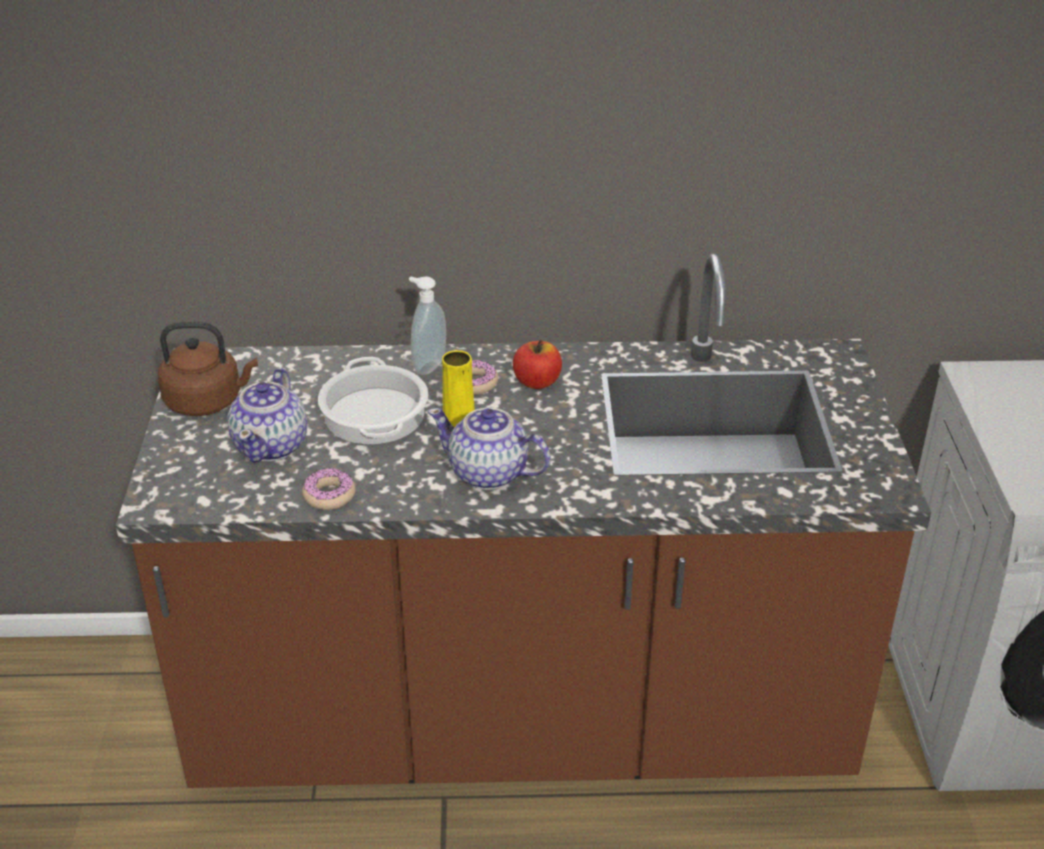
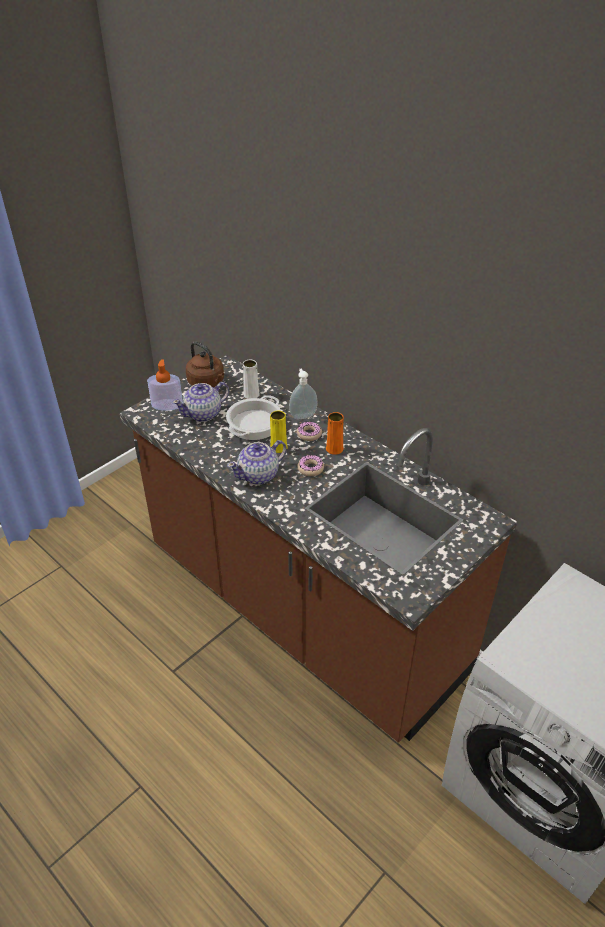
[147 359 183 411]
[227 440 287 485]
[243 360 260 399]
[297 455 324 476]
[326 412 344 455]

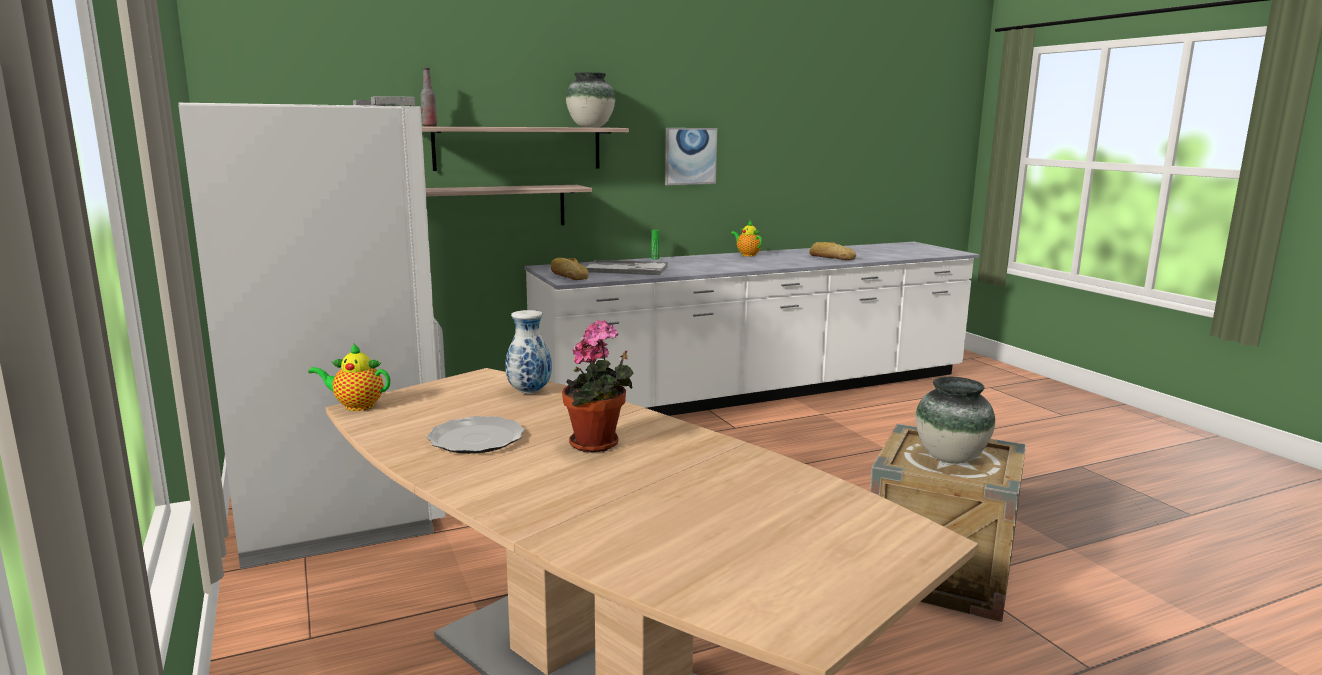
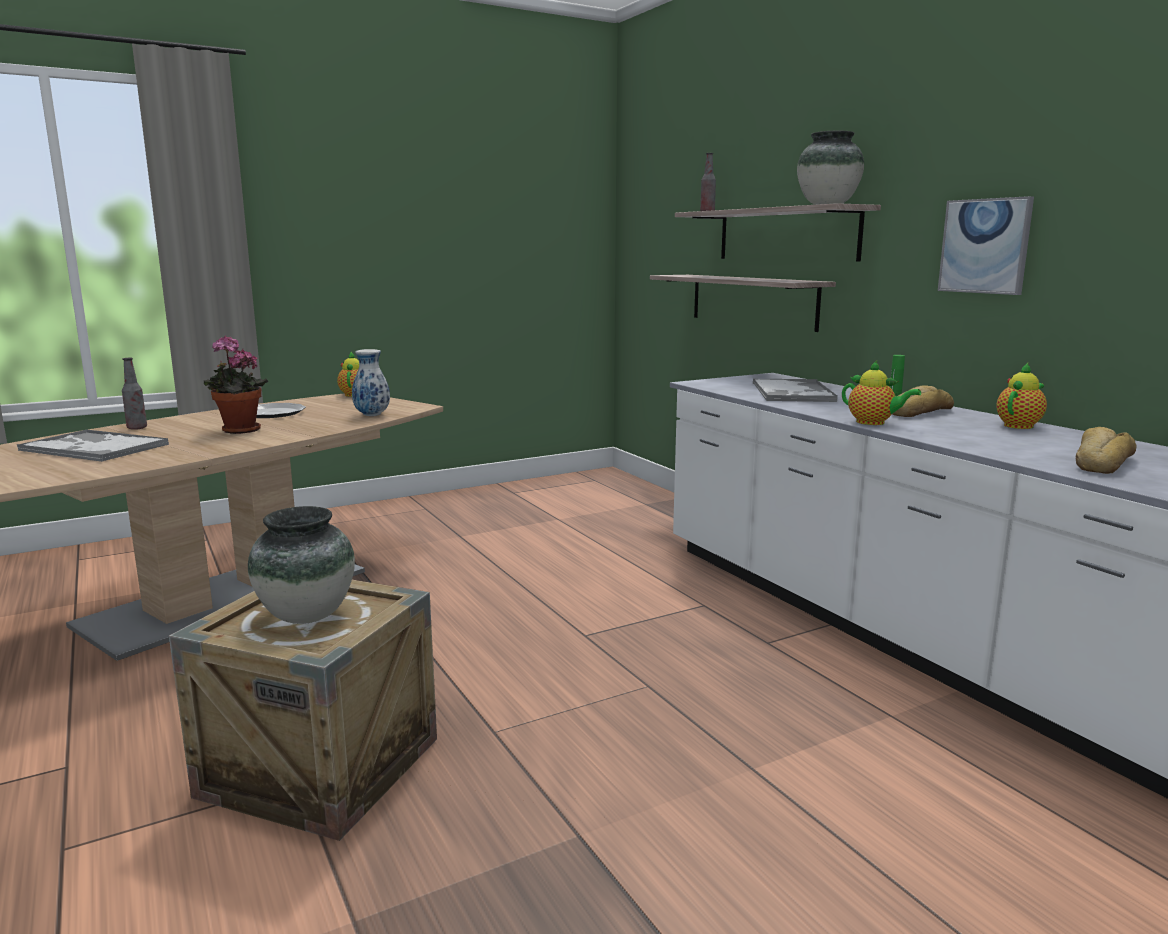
[17 429 169 462]
[122 358 147 430]
[842 361 921 425]
[893 385 954 417]
[178 96 446 569] (first image)

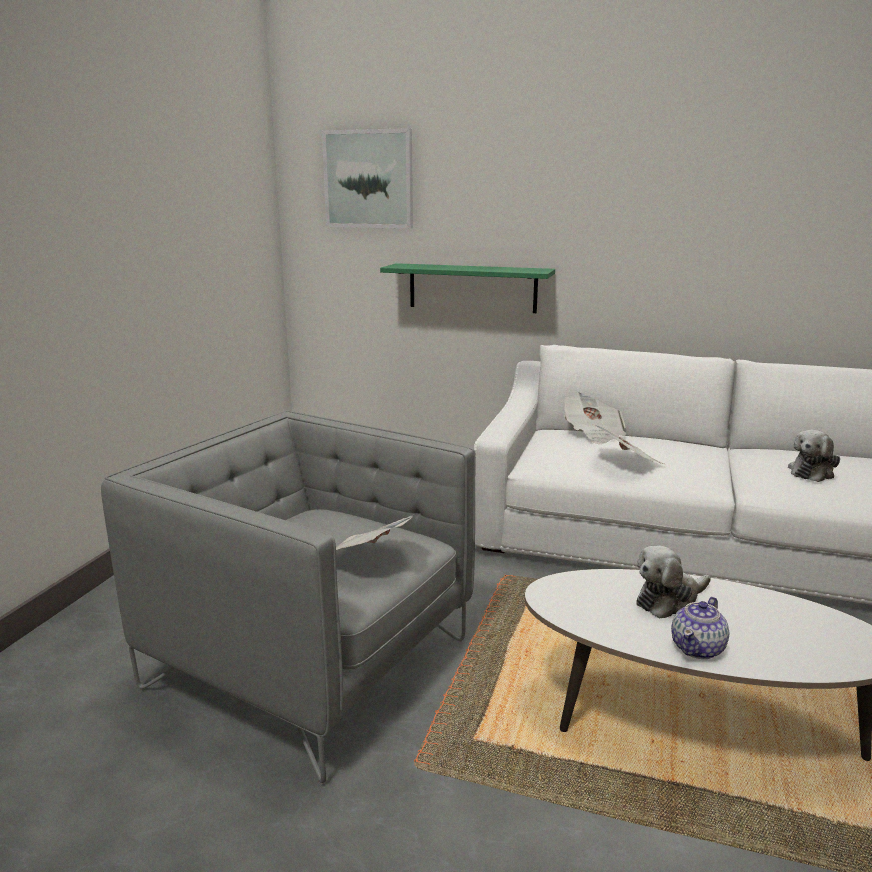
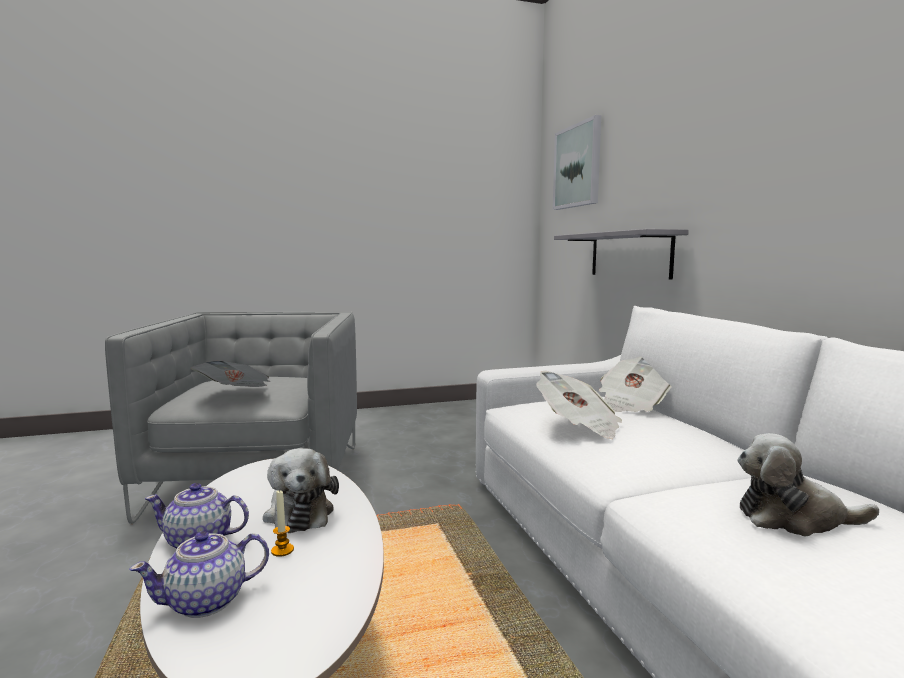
[129 531 269 618]
[263 448 339 533]
[271 489 294 557]
[554 229 689 280]

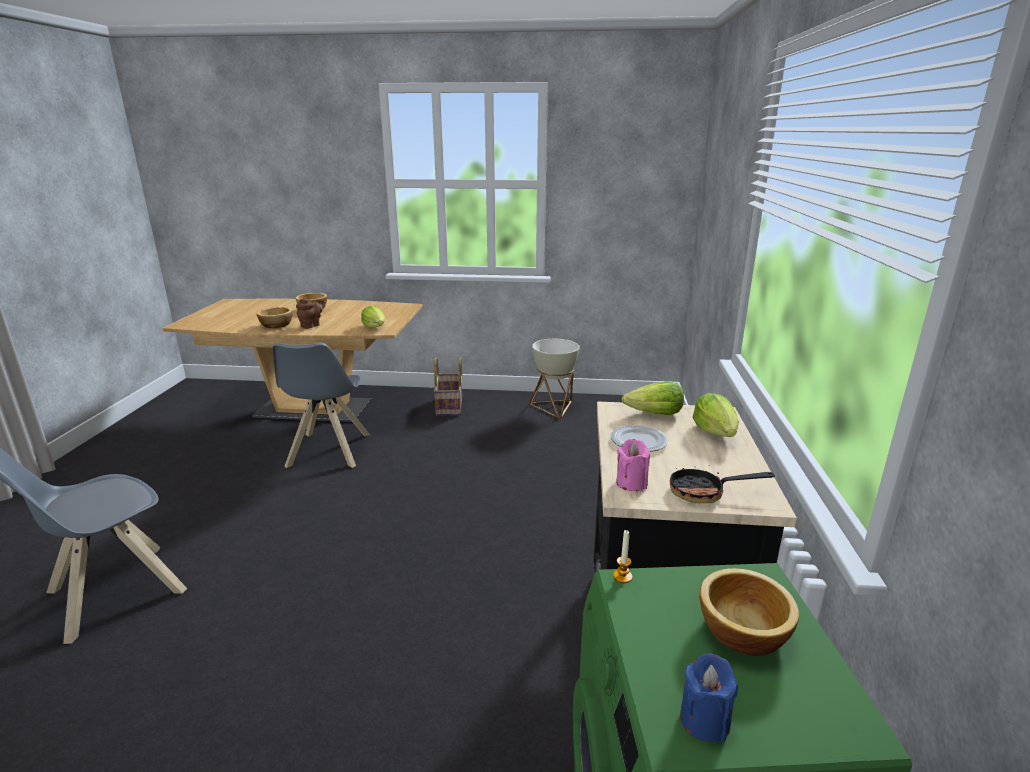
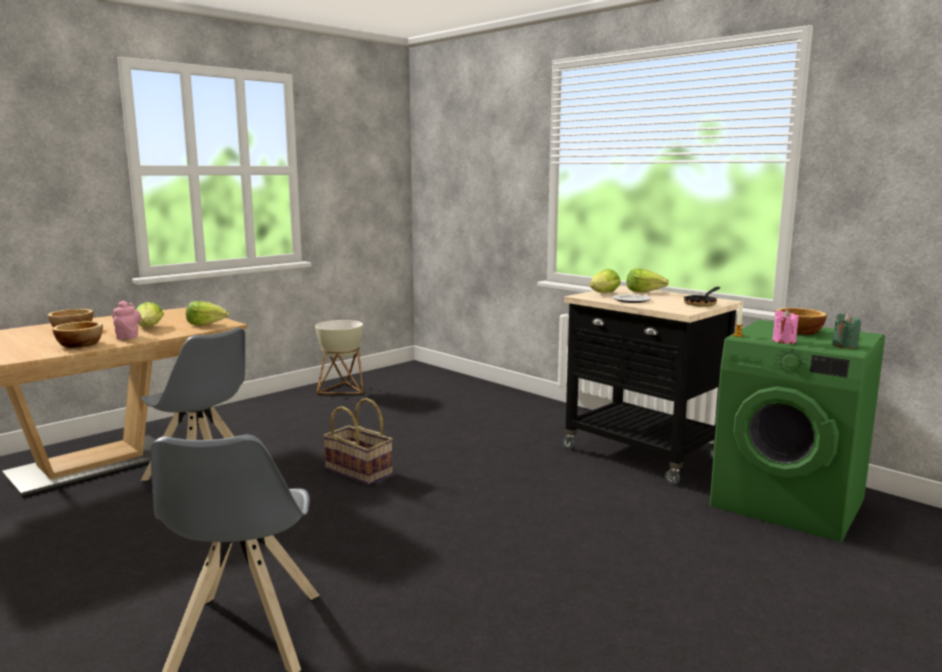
[113 301 141 340]
[136 302 164 327]
[323 398 393 485]
[772 309 799 344]
[832 313 861 348]

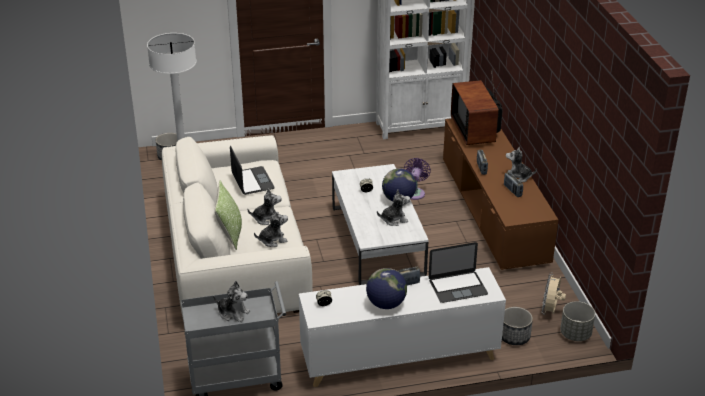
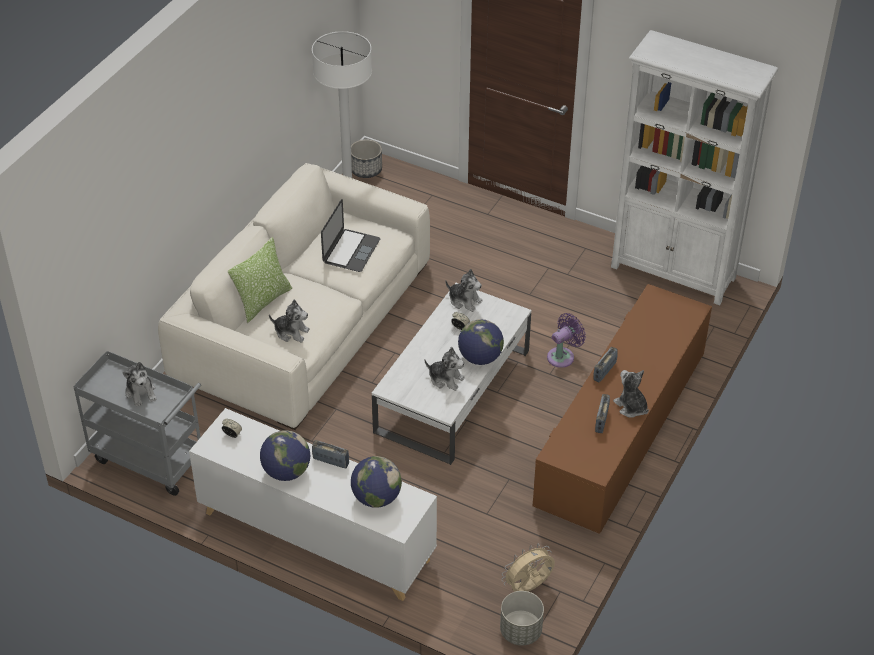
[351 456 402 508]
[445 269 483 312]
[451 71 503 145] (first image)
[502 307 533 345] (first image)

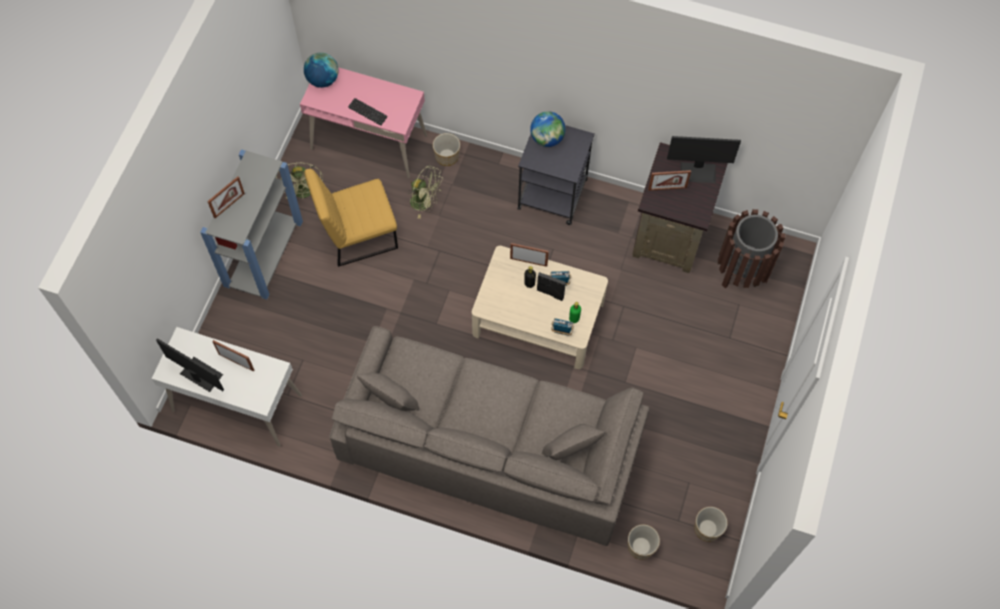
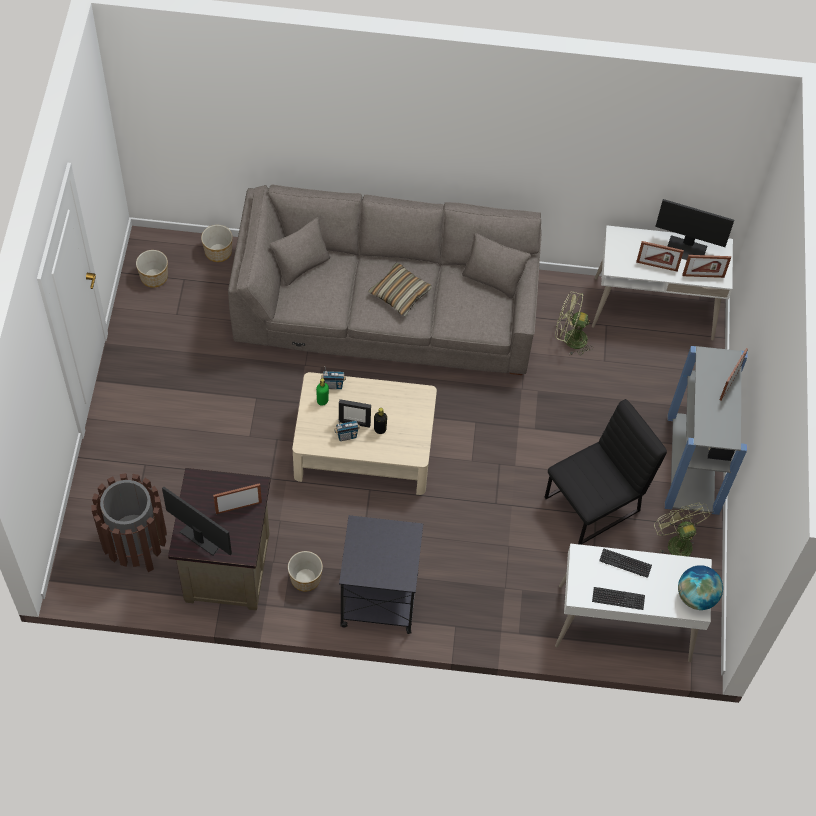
[162 486 232 556]
[288 551 323 592]
[368 263 432 316]
[544 399 667 545]
[555 291 593 356]
[555 543 712 662]
[592 587 645 610]
[682 255 731 278]
[530 111 566 147] (first image)

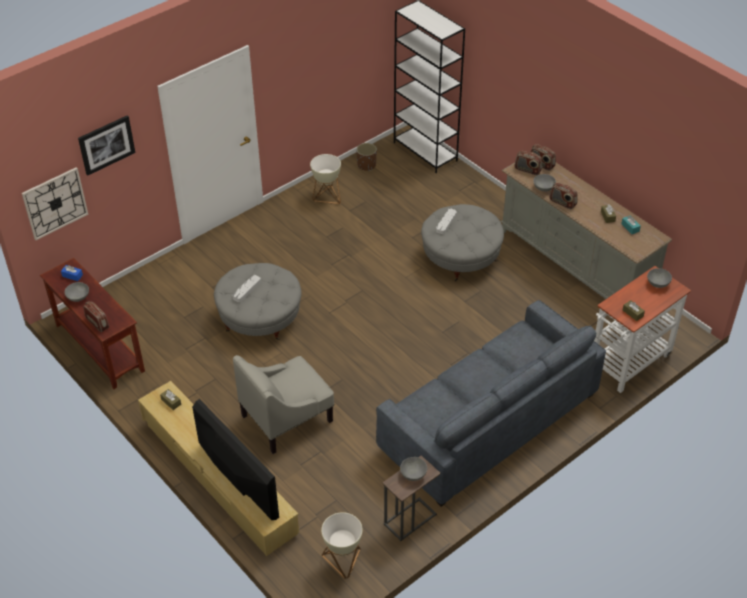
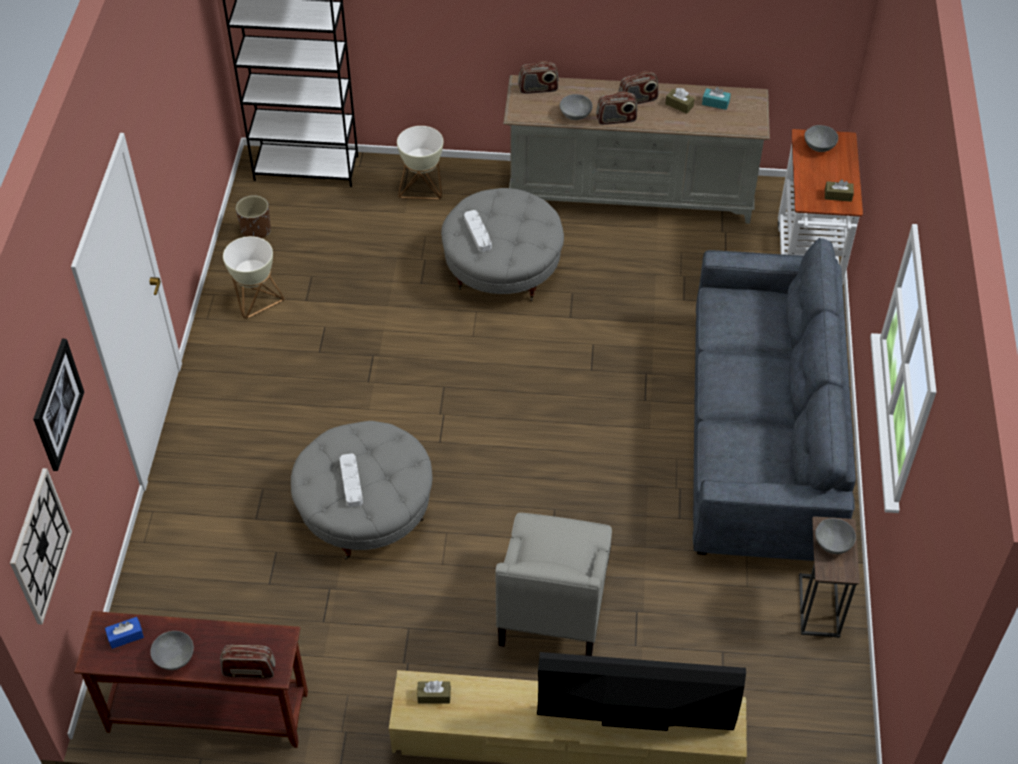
[397 126 444 199]
[618 72 658 104]

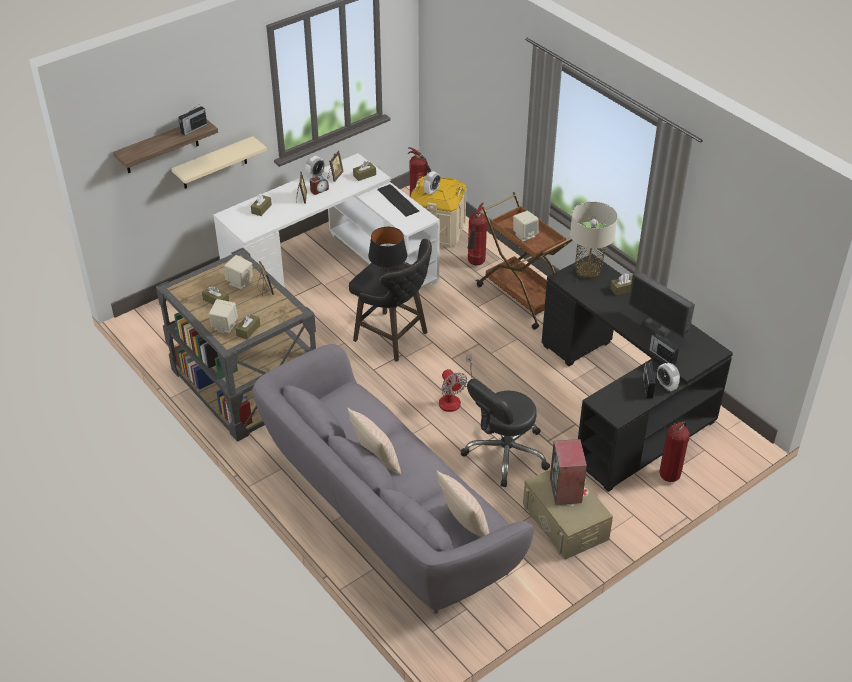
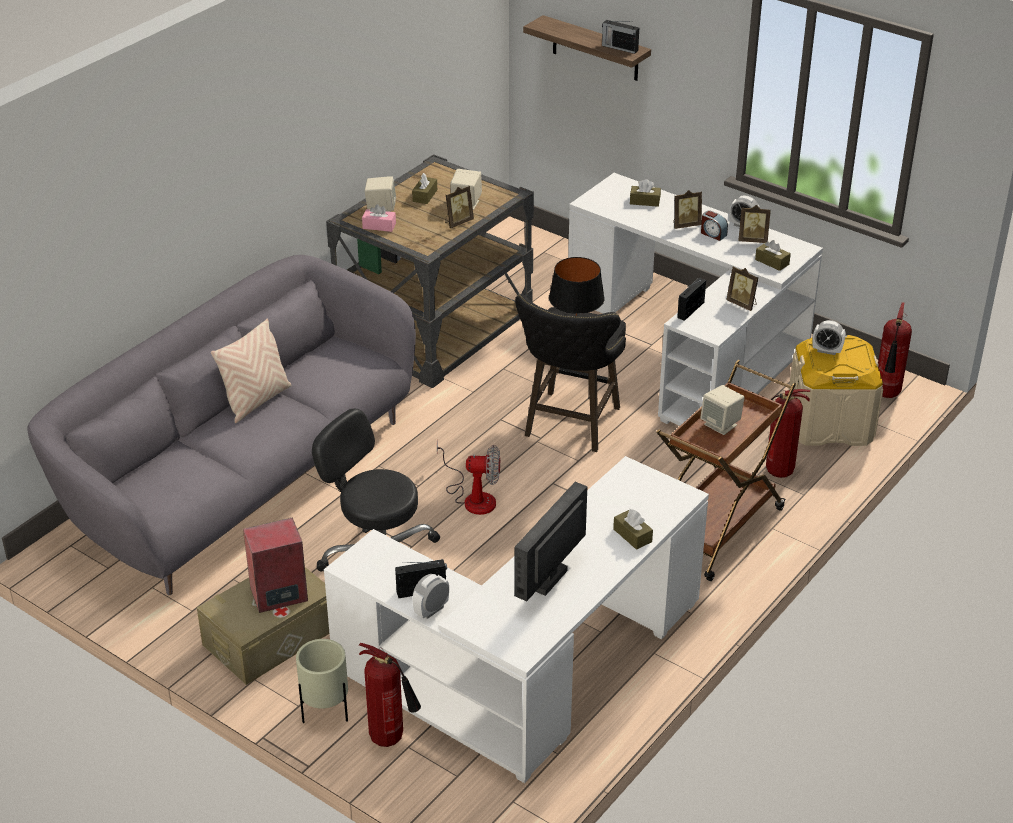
[296 639 348 723]
[324 456 709 783]
[362 204 396 232]
[437 440 500 515]
[677 278 706 321]
[726 266 759 311]
[171 136 267 189] (first image)
[437 470 489 537] (first image)
[570 201 618 280] (first image)

